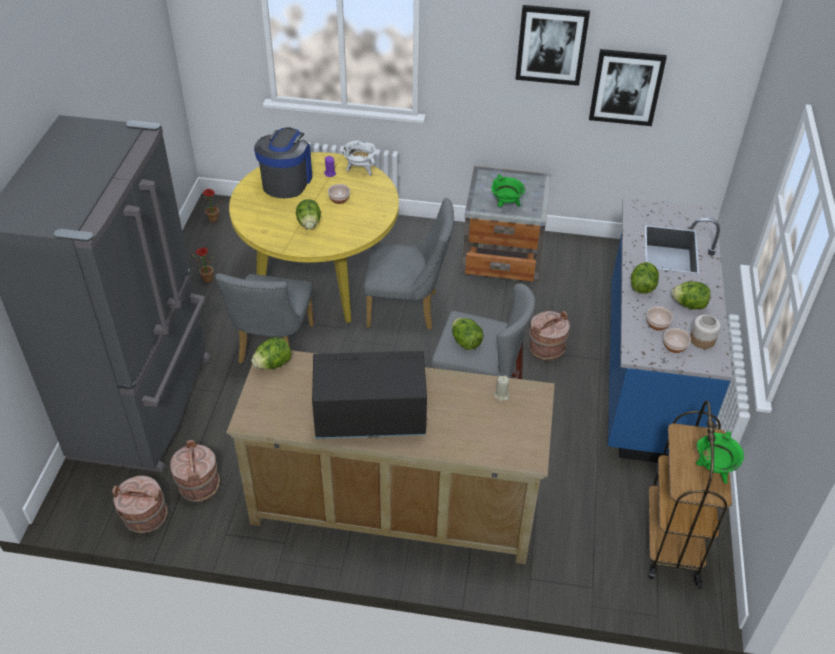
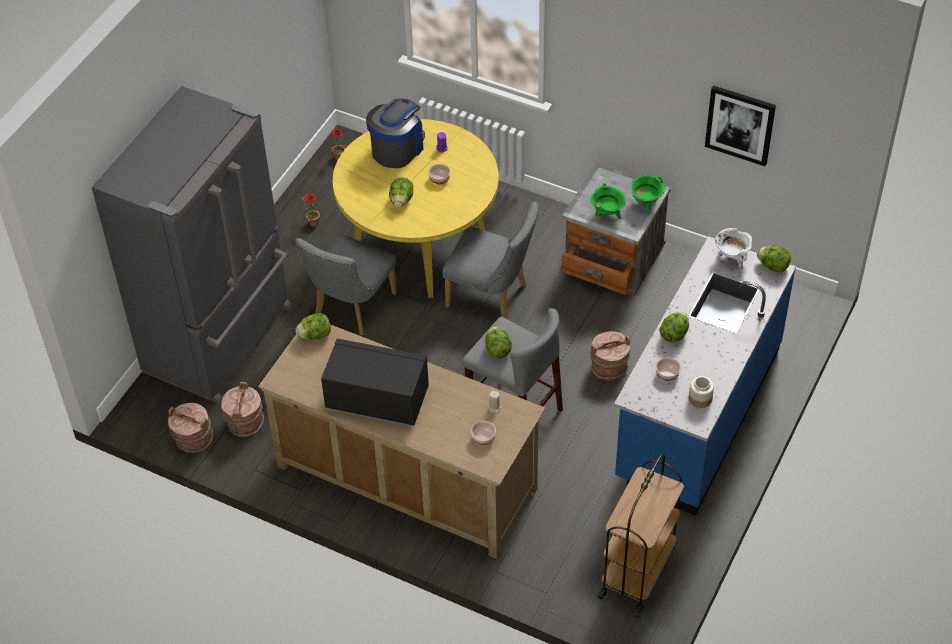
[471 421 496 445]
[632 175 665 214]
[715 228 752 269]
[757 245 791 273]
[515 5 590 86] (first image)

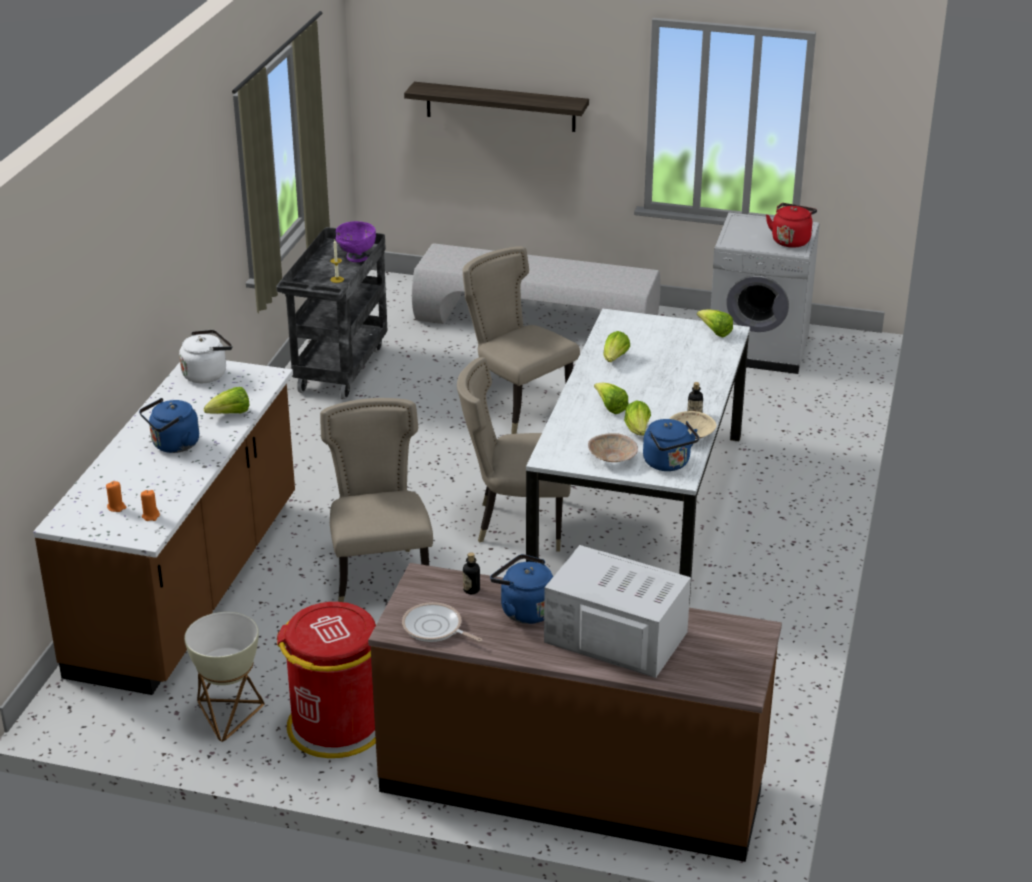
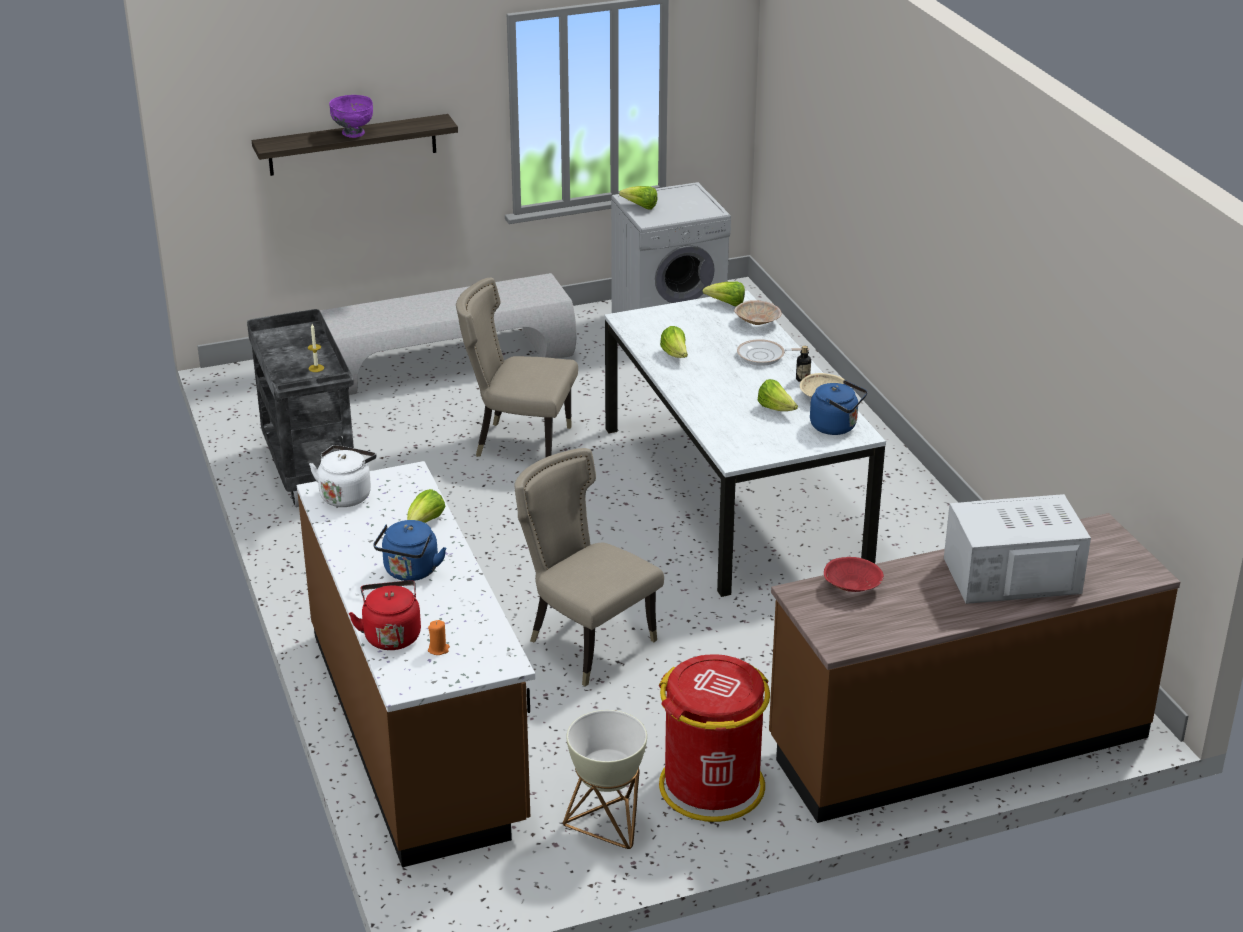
[329 95 373 138]
[349 580 421 650]
[619 186 657 210]
[734 300 781 325]
[737 339 810 366]
[824 557 884 592]
[141 490 160 521] (first image)
[457 357 571 552] (first image)
[490 554 553 624] (first image)

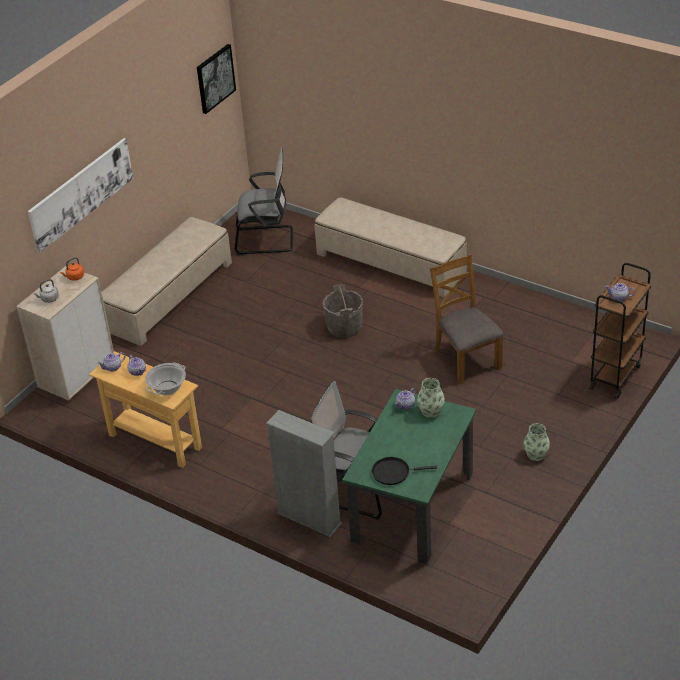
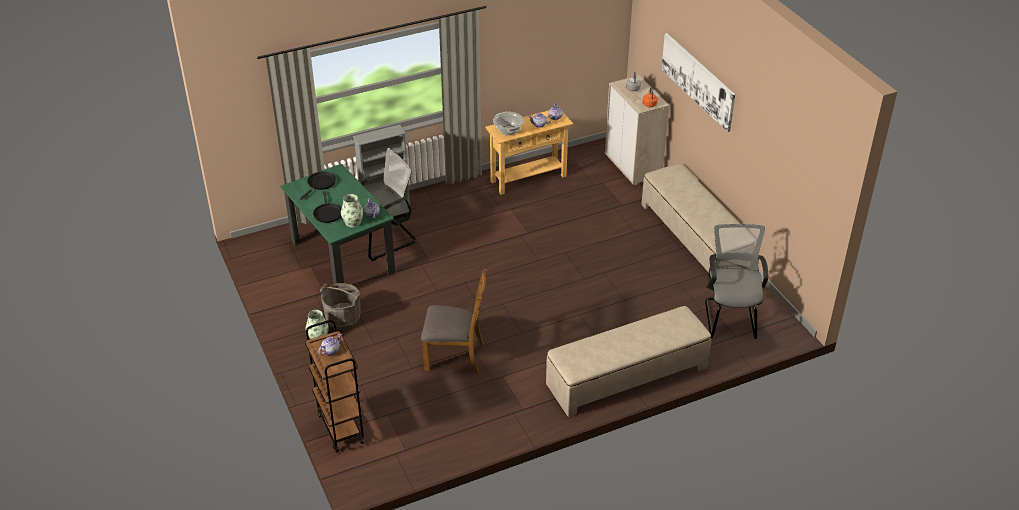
[313 191 341 223]
[320 283 361 330]
[705 224 768 339]
[197 44 236 114] (first image)

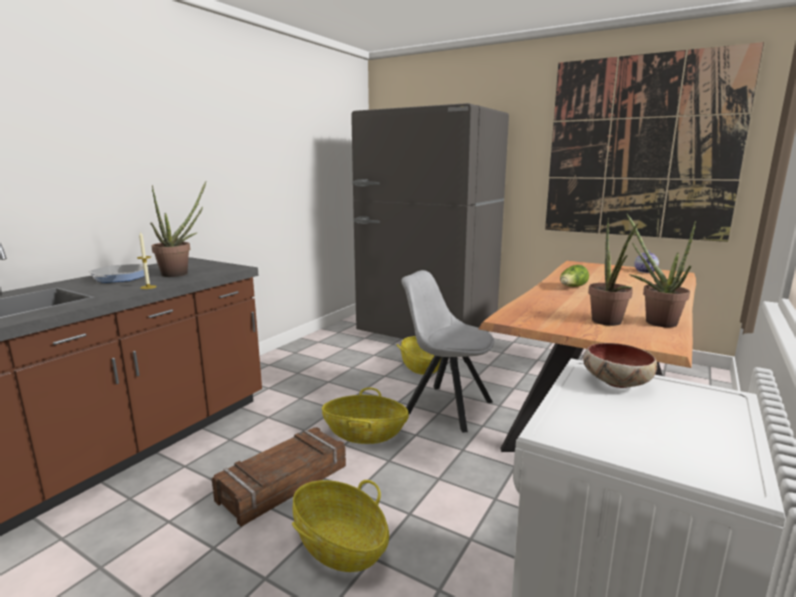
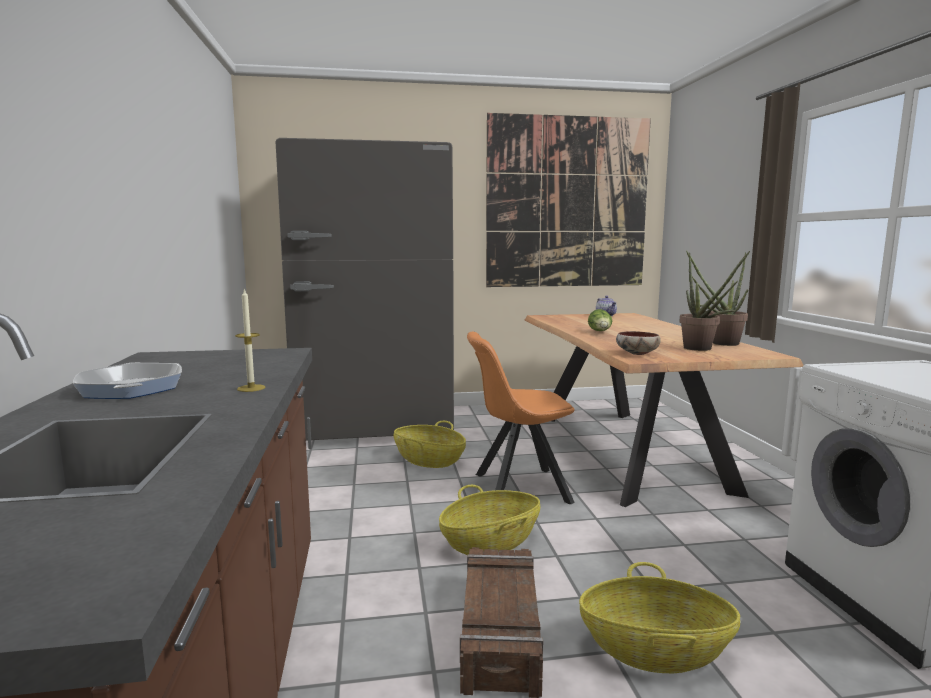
[467 332 575 504]
[616 331 661 355]
[150 181 206 277] (first image)

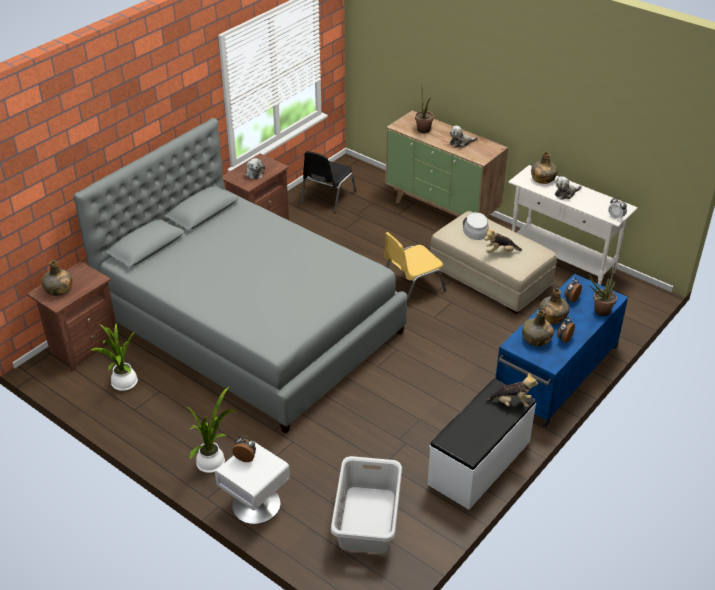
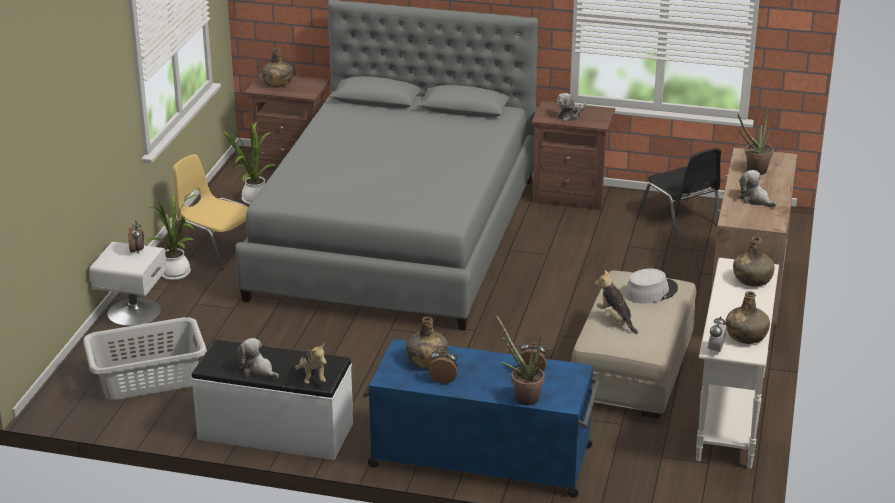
[173 154 248 270]
[237 338 279 379]
[639 148 721 237]
[726 291 770 344]

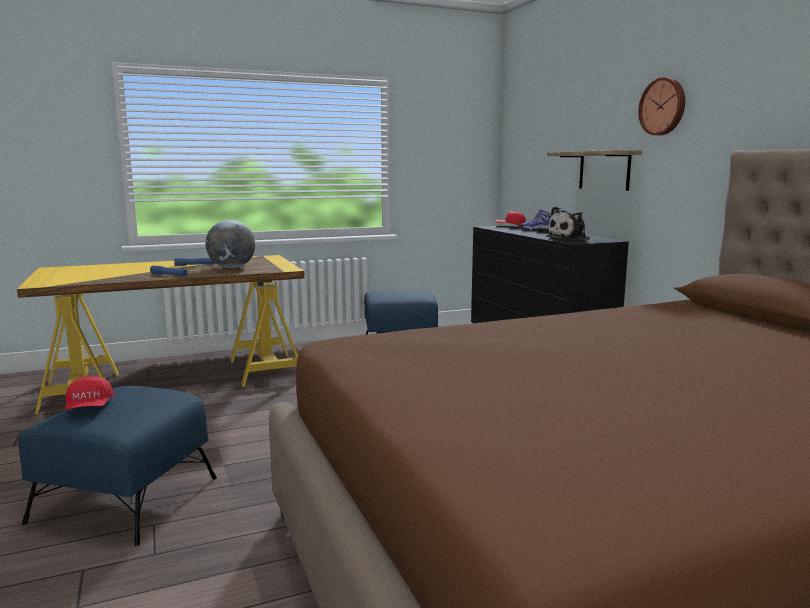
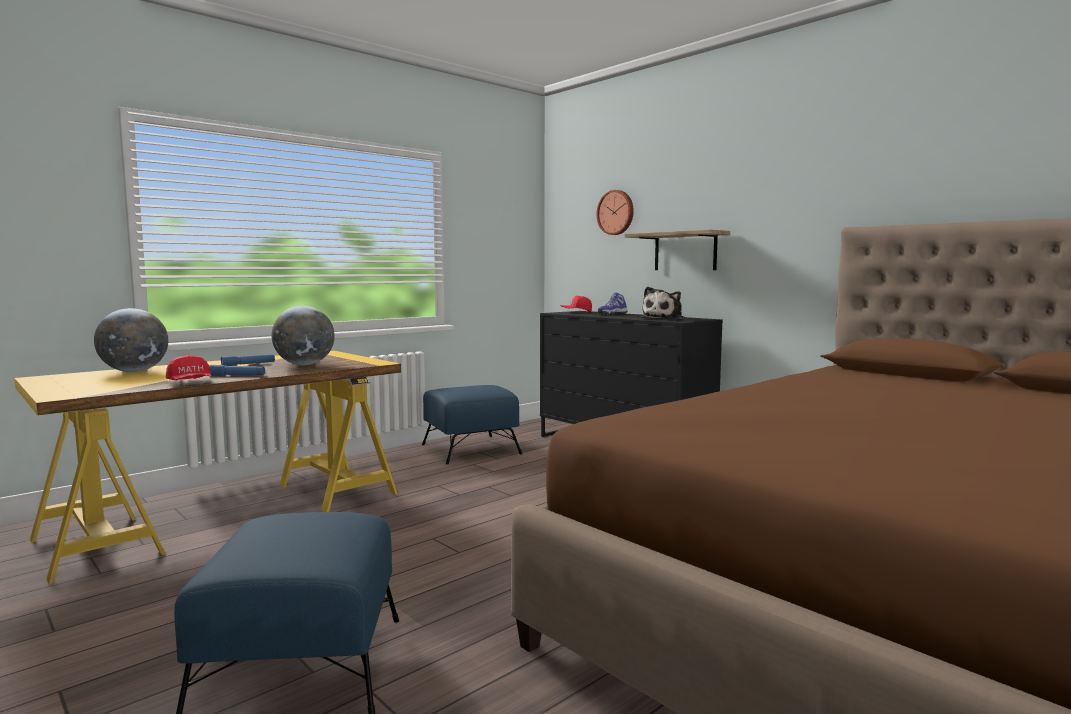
[94 308 168 372]
[166 355 211 380]
[596 190 634 235]

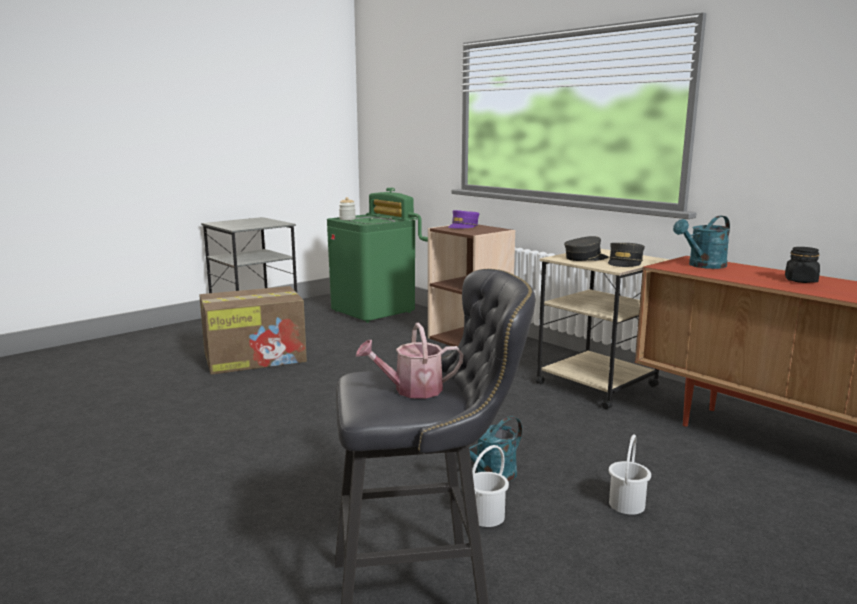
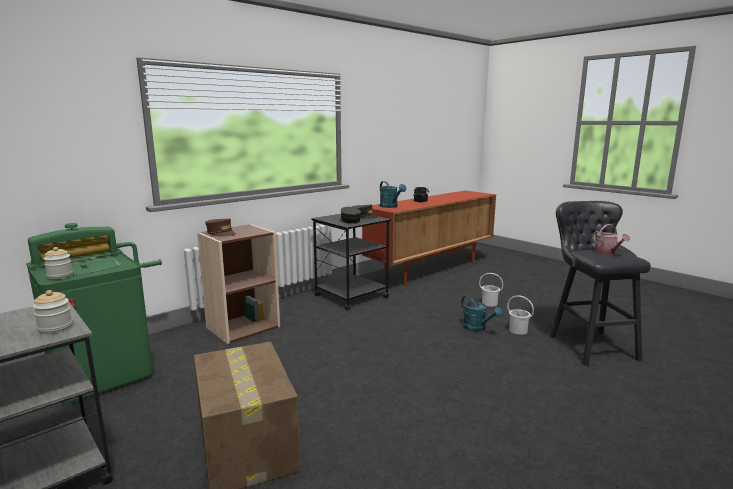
[33 290 72 334]
[205 219 236 236]
[311 214 391 310]

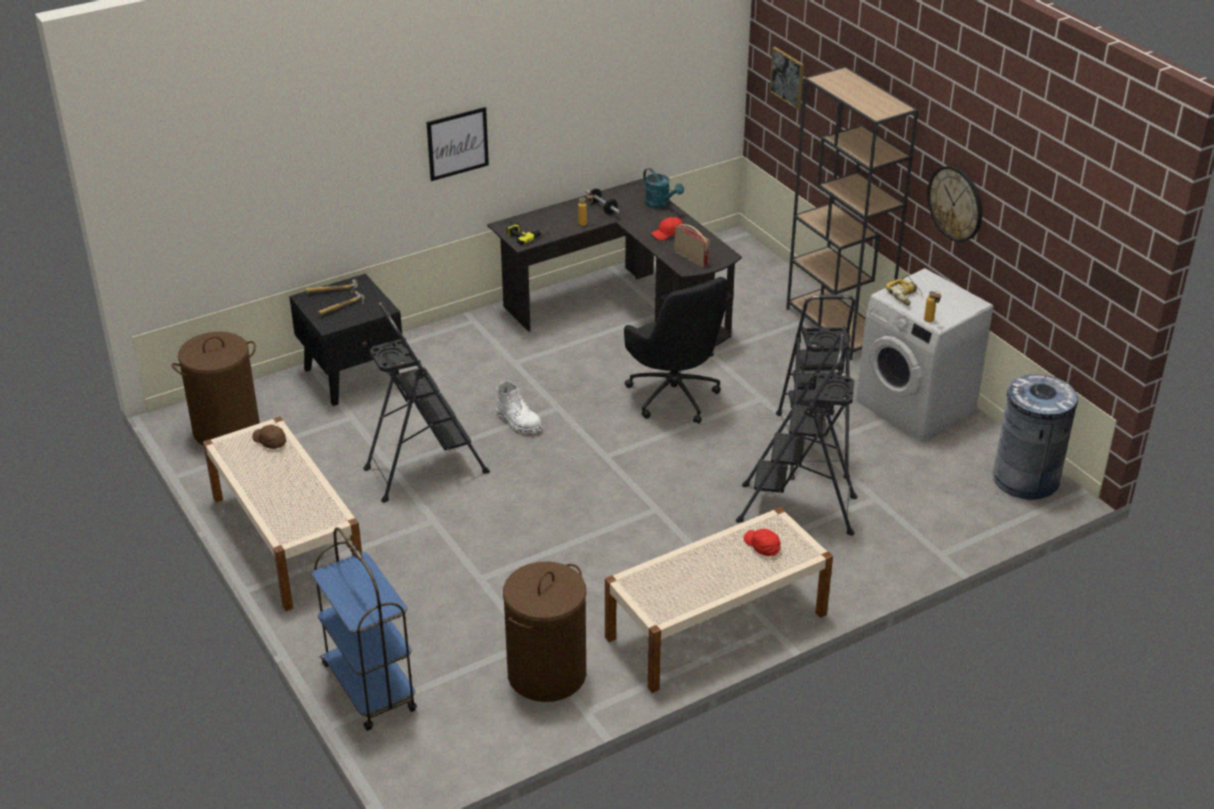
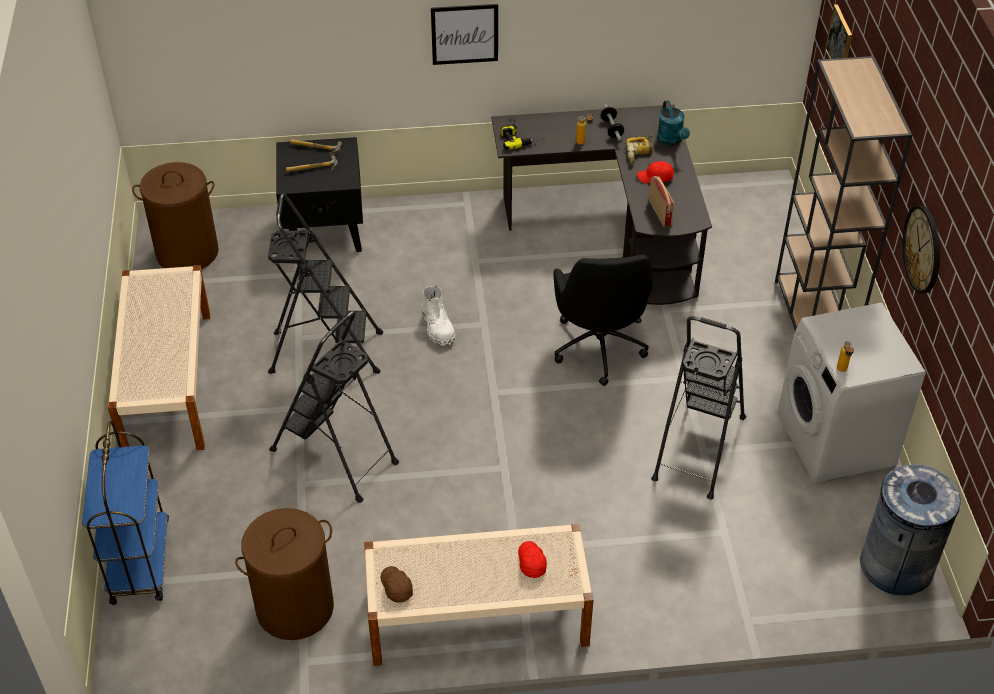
[269 311 399 503]
[381 566 413 603]
[626 135 654 164]

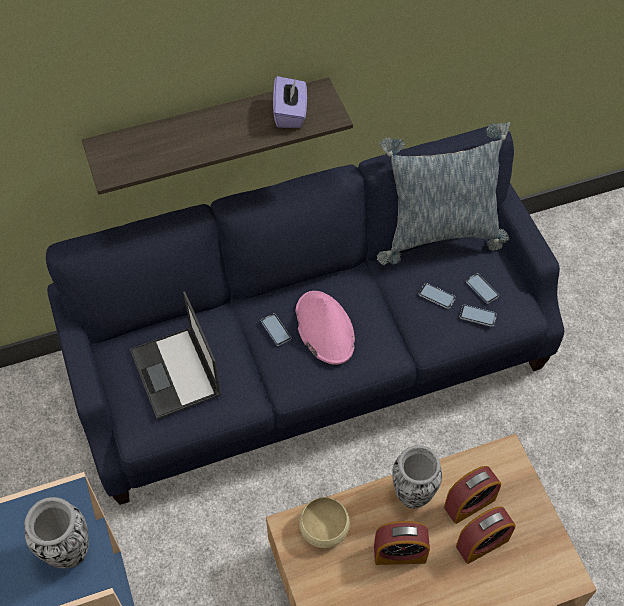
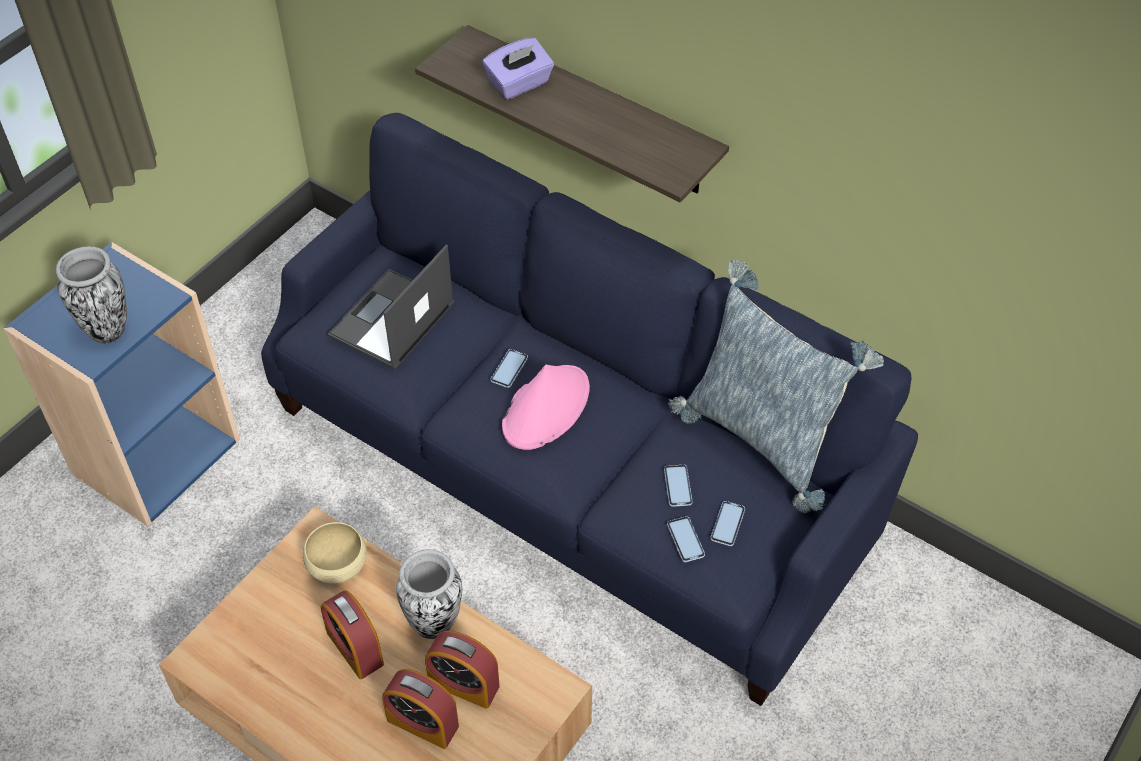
[482 38 554 100]

